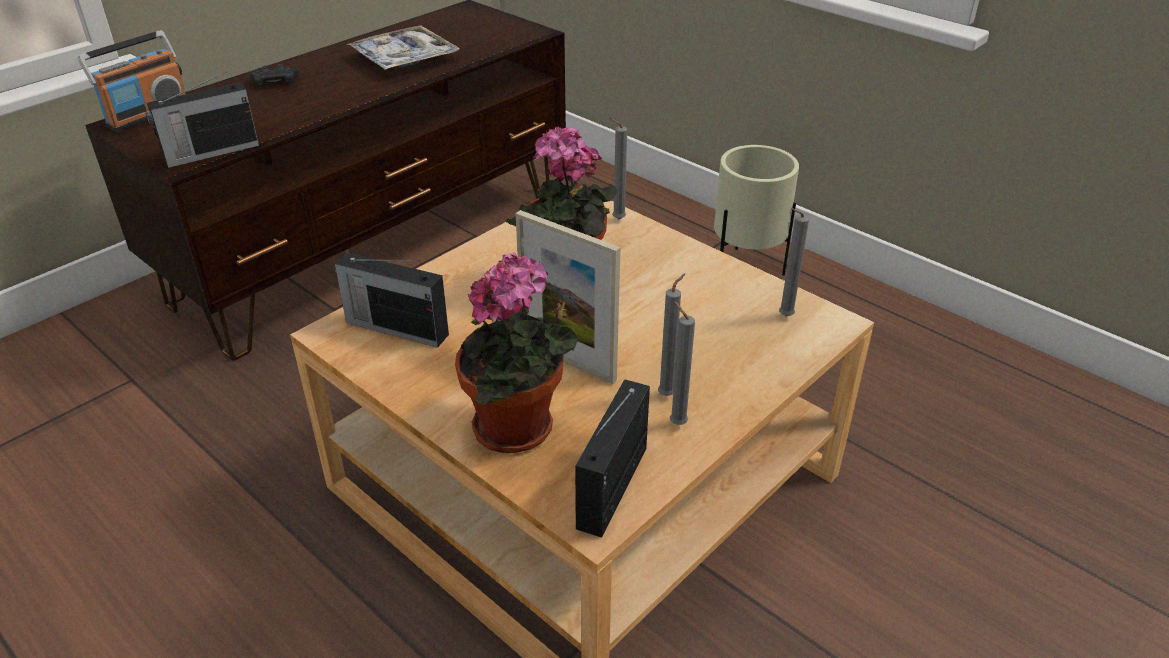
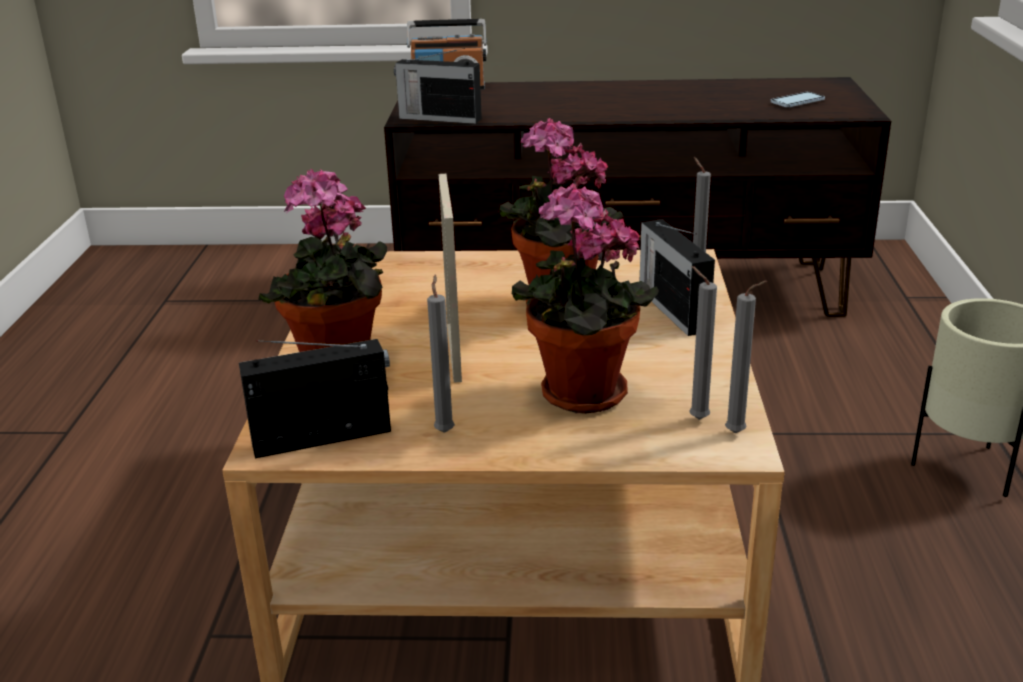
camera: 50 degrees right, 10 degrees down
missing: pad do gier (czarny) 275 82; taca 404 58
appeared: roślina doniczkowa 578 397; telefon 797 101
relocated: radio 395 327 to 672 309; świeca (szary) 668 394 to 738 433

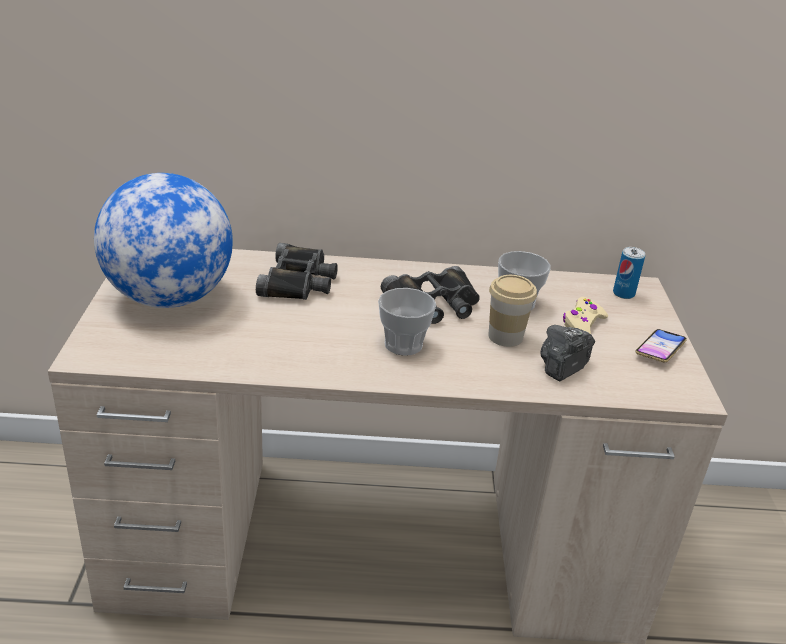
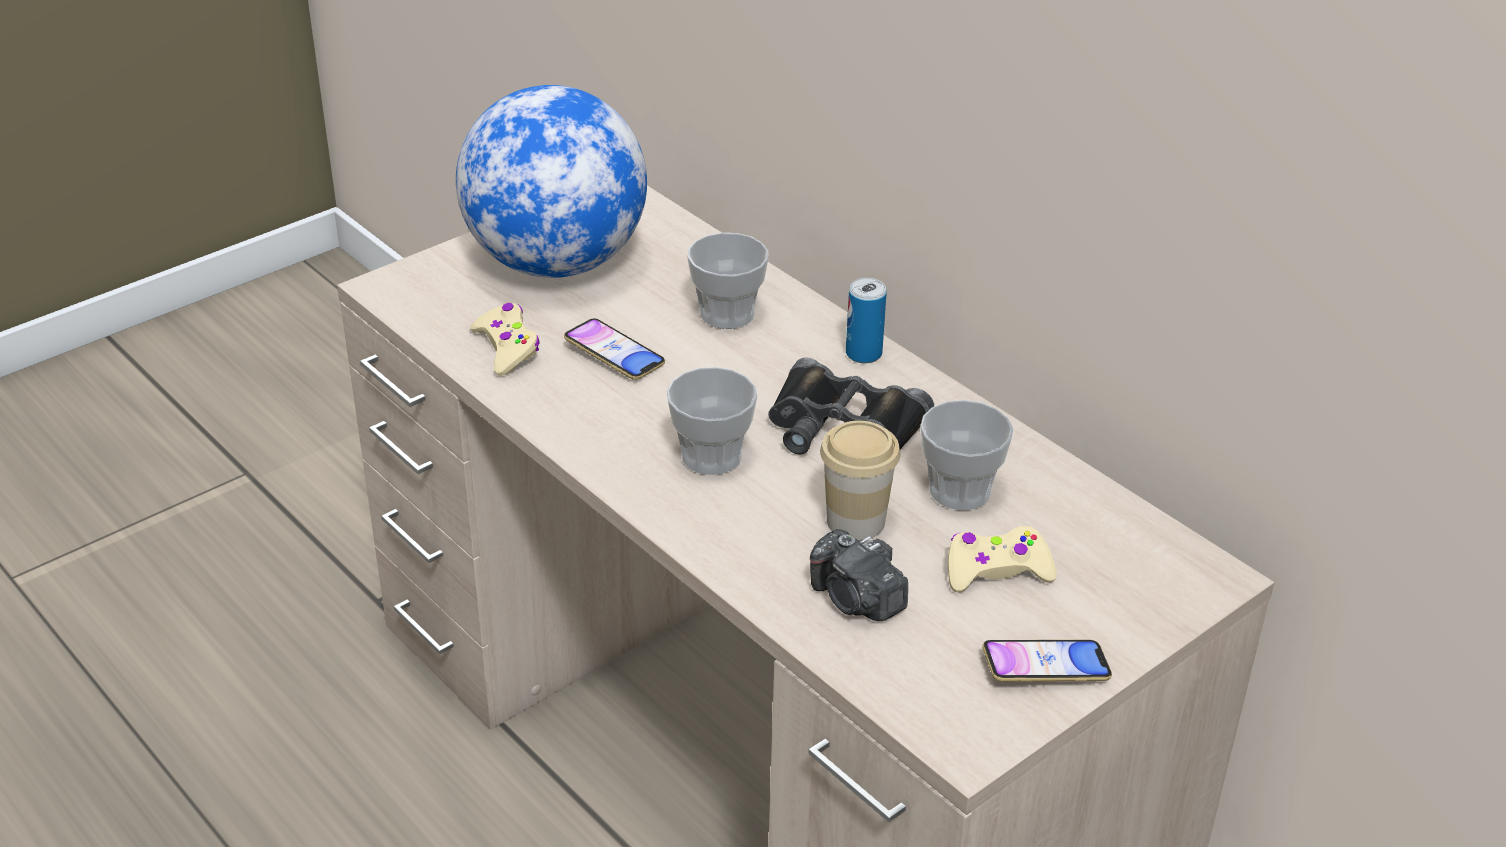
camera: 50 degrees right, 5 degrees up
appeared: pad do gier (beżowy) 507 348; telefon 614 355
relocated: puszka 623 294 to 863 354
exchanged: lornetka (czarny) 299 281 to filiżanka 727 314
spun: aparat fotograficzny 562 367 = 856 600 135 degrees counterclockwise

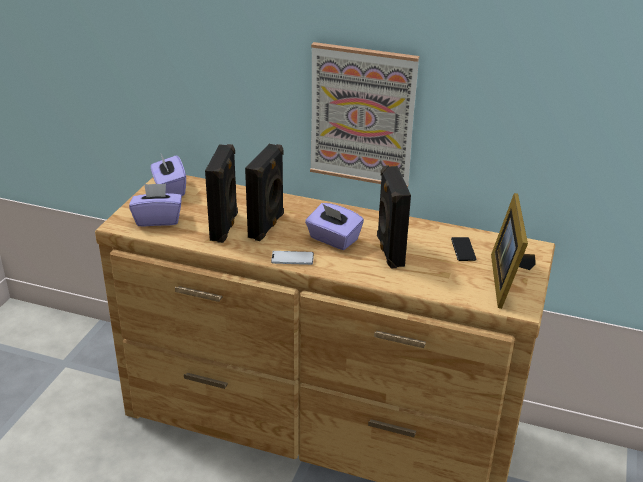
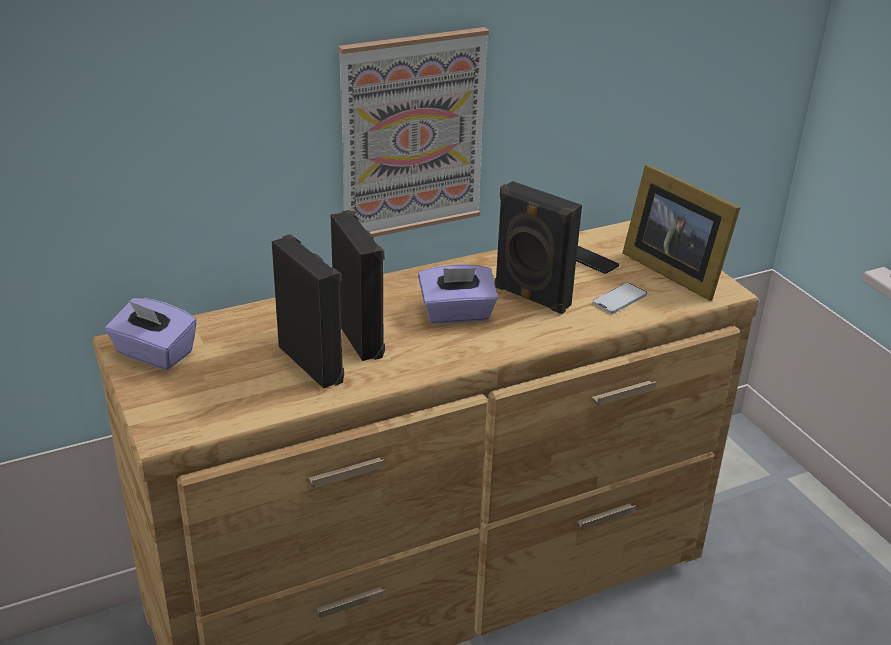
camera: 45 degrees left, 0 degrees up
missing: pudełko chusteczek (fioletowy) 158 219
relocated: telefon 292 258 to 619 299

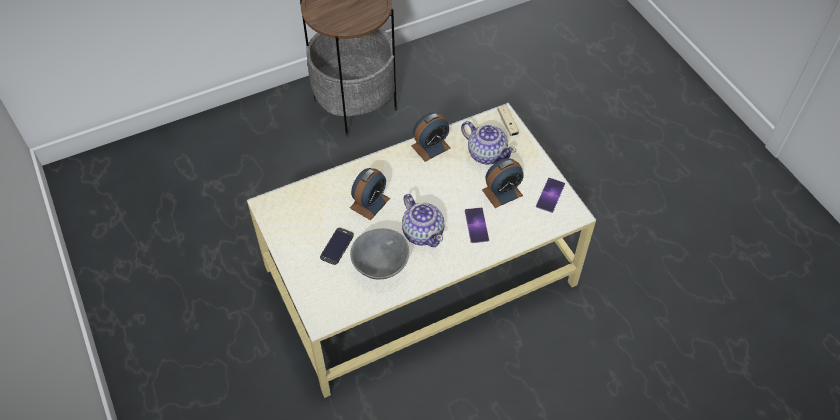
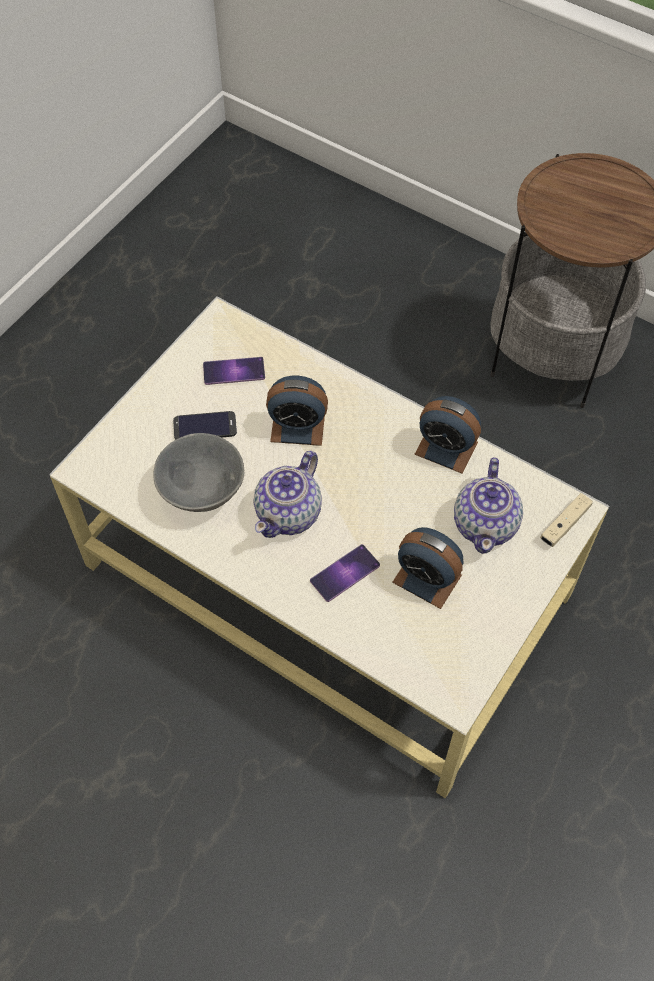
camera: 60 degrees right, 5 degrees up
relocated: telefon 550 195 to 234 371

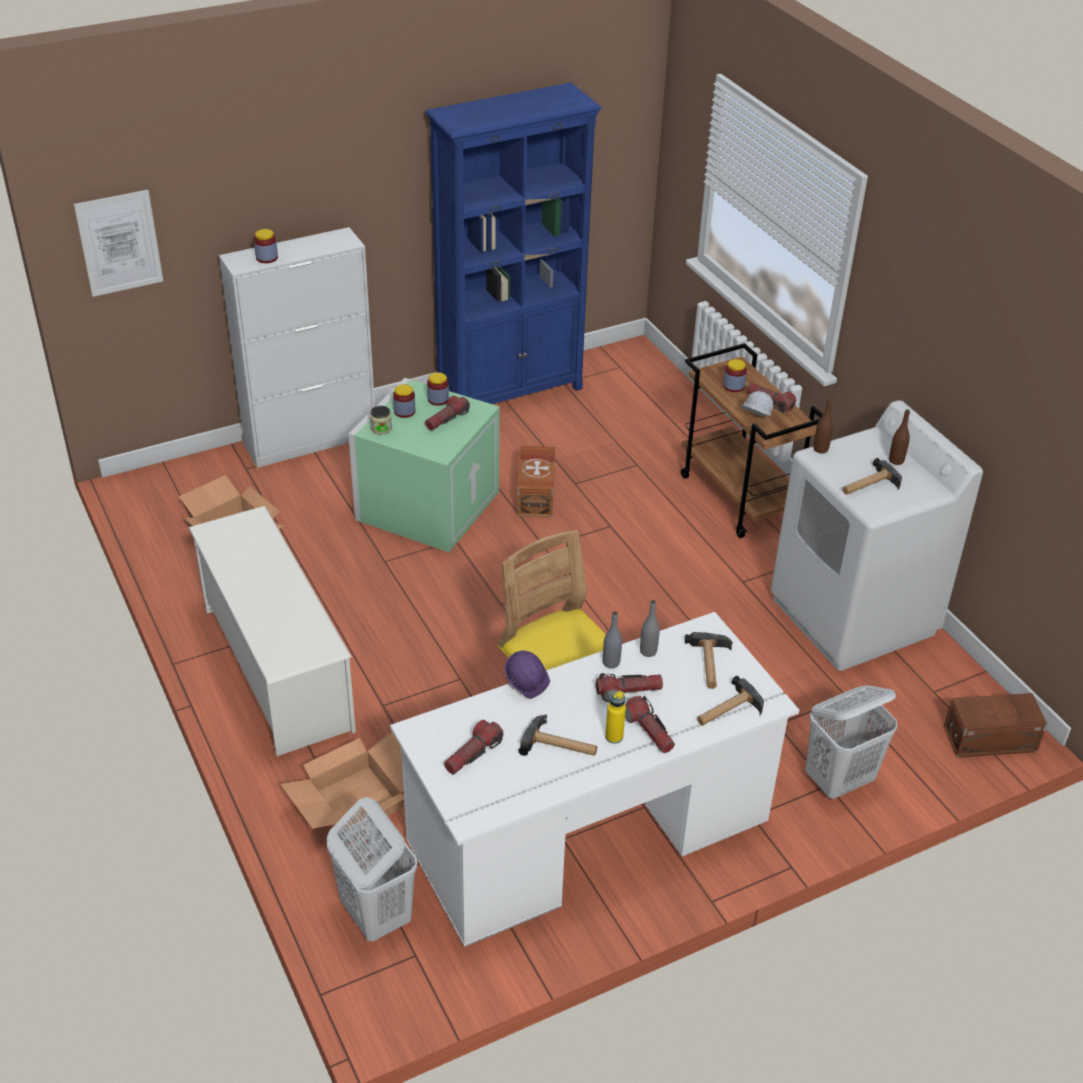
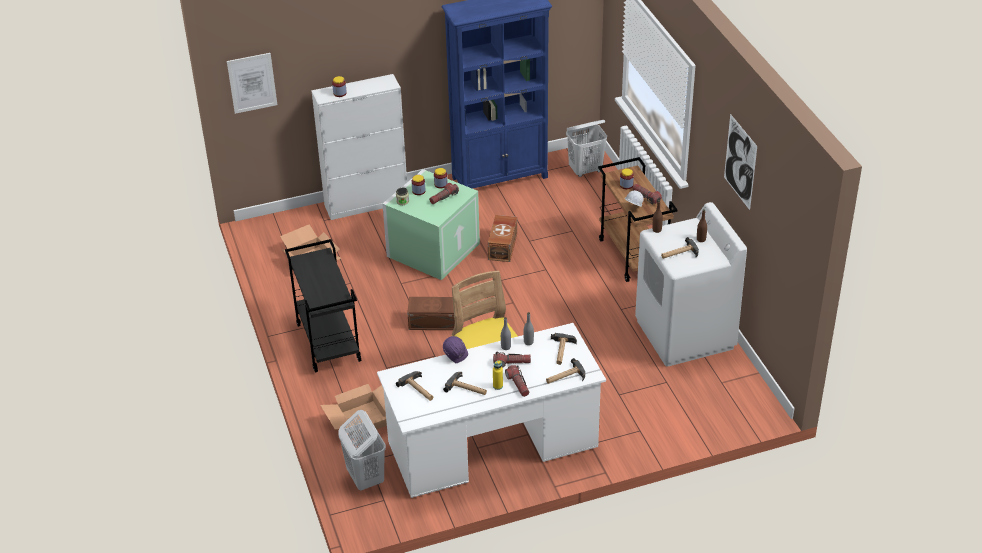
camera: 10 degrees right, 0 degrees up
appeared: obraz 740 162
relocated: pojemnik do przechowywania (brązowy) 991 740 to 433 322; kosz na pranie (biały) 839 780 to 586 170
exchanged: regał na buty (biały) 276 667 to wózek (czarny) 327 342; latarka 473 754 to młotek 419 389

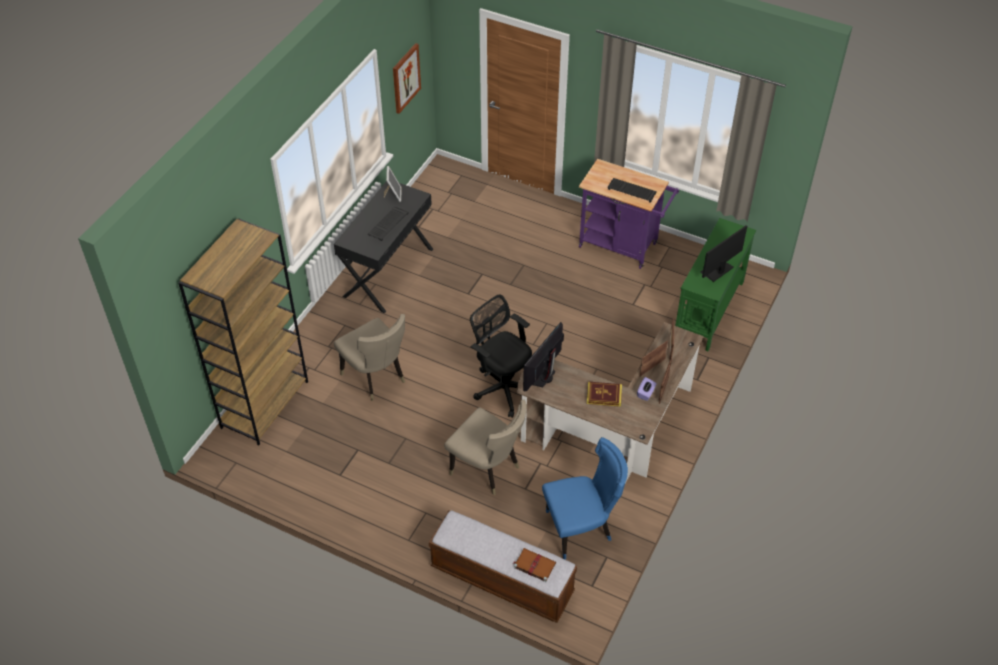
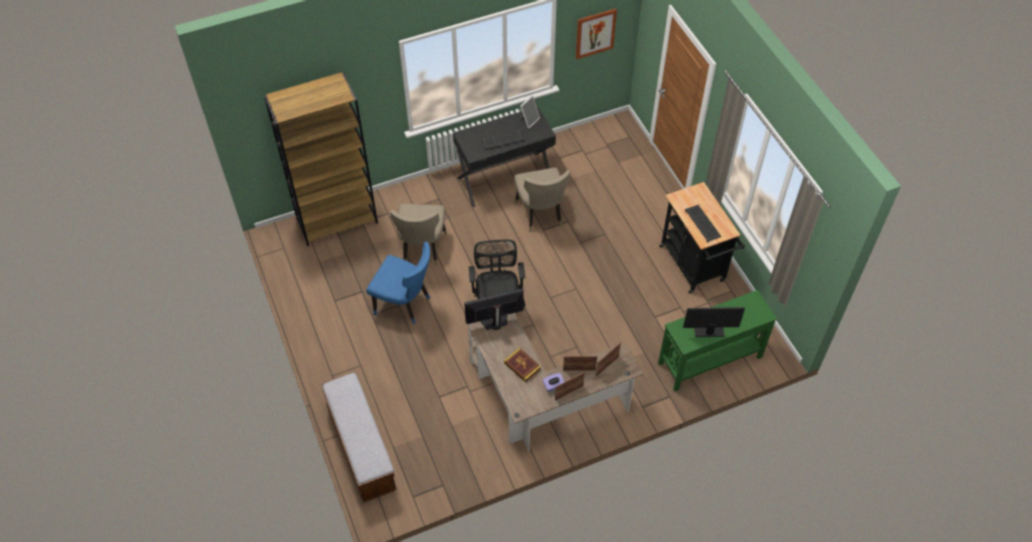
camera: 40 degrees right, 5 degrees up
missing: książka (brązowy) 534 565
relocated: krzesło (niebieski) 581 528 to 405 304; krzesło (beżowy) 488 470 to 541 215
colour: wózek (fioletowy) 622 246 to wózek (czarny) 694 267

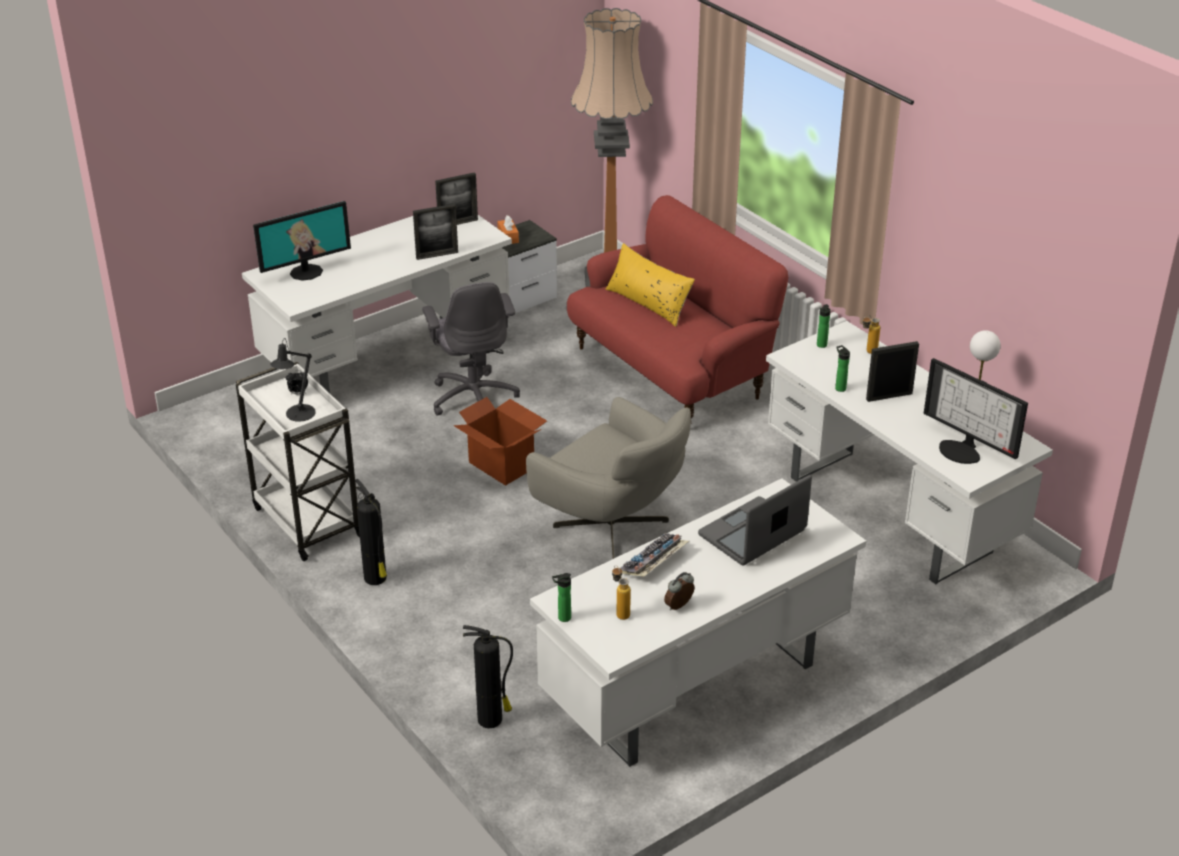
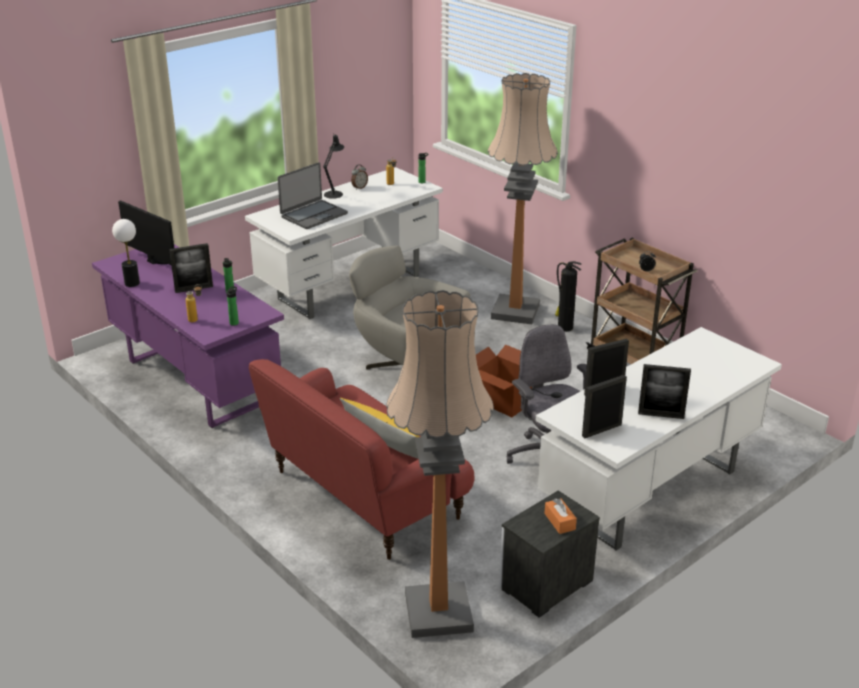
camera: 175 degrees right, 5 degrees down
missing: monitor 306 272; gaśnica 491 720; klawiatura 653 563
appeared: lampa stojąca 515 311; ramka na zdjęcie 661 415
relocated: lampa stołowa (czarny) 298 415 to 334 193
colour: biurko (biały) 890 514 to biurko (fioletowy) 194 382; wózek (biały) 306 520 to wózek (brązowy) 634 358

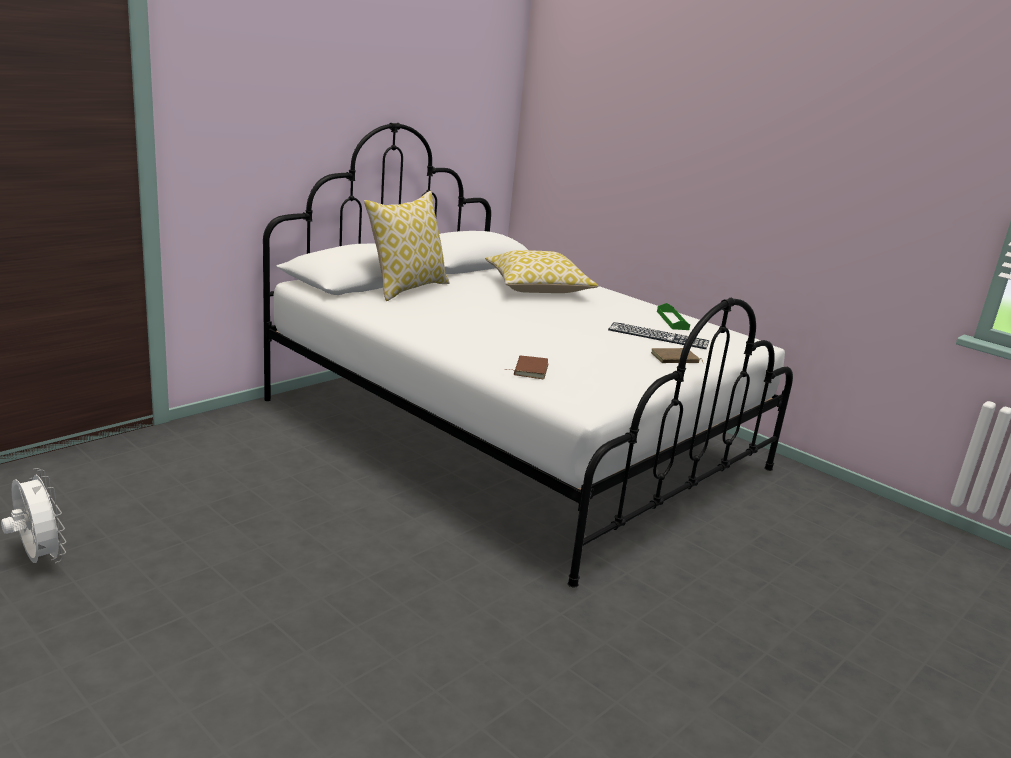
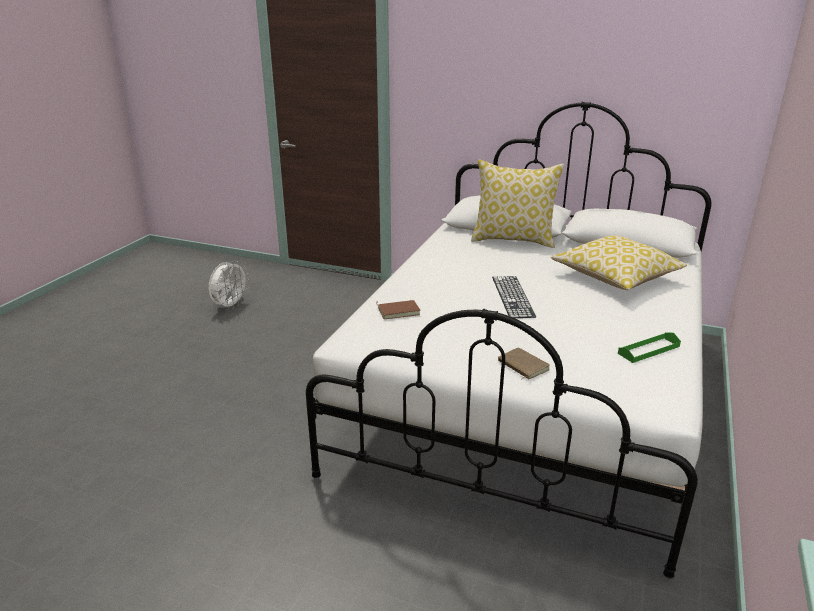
camera: 70 degrees right, 5 degrees up
relocated: klawiatura 658 336 to 513 296

